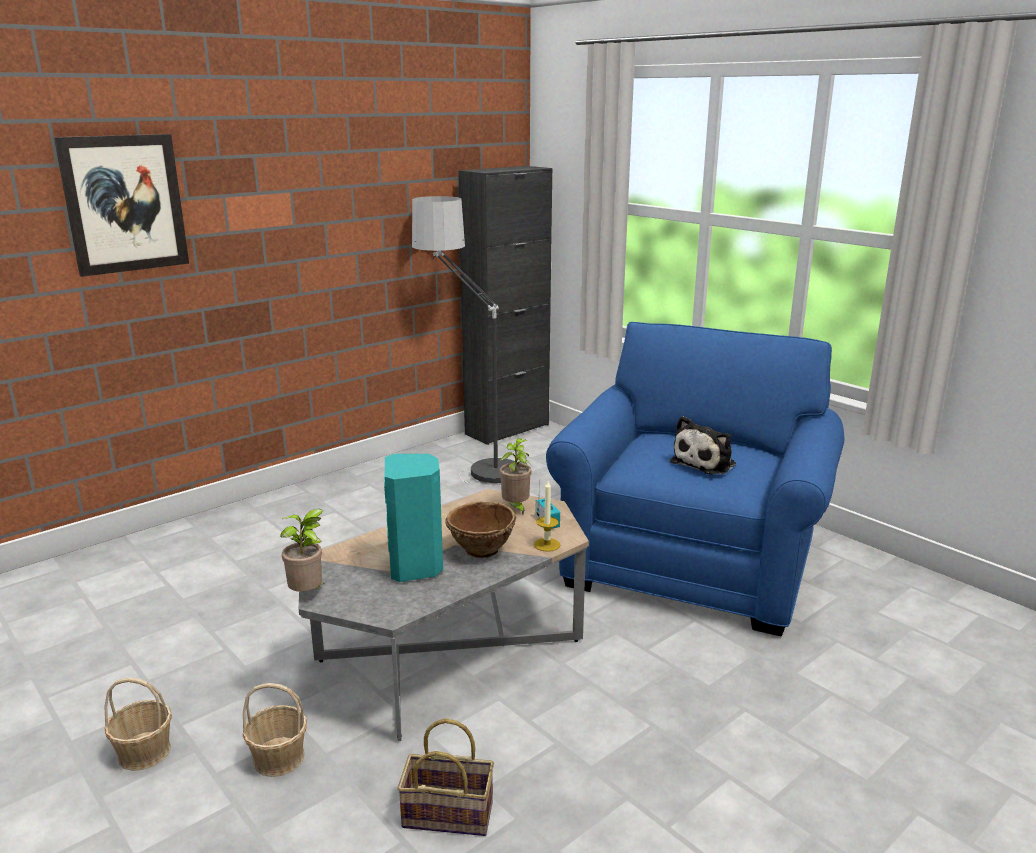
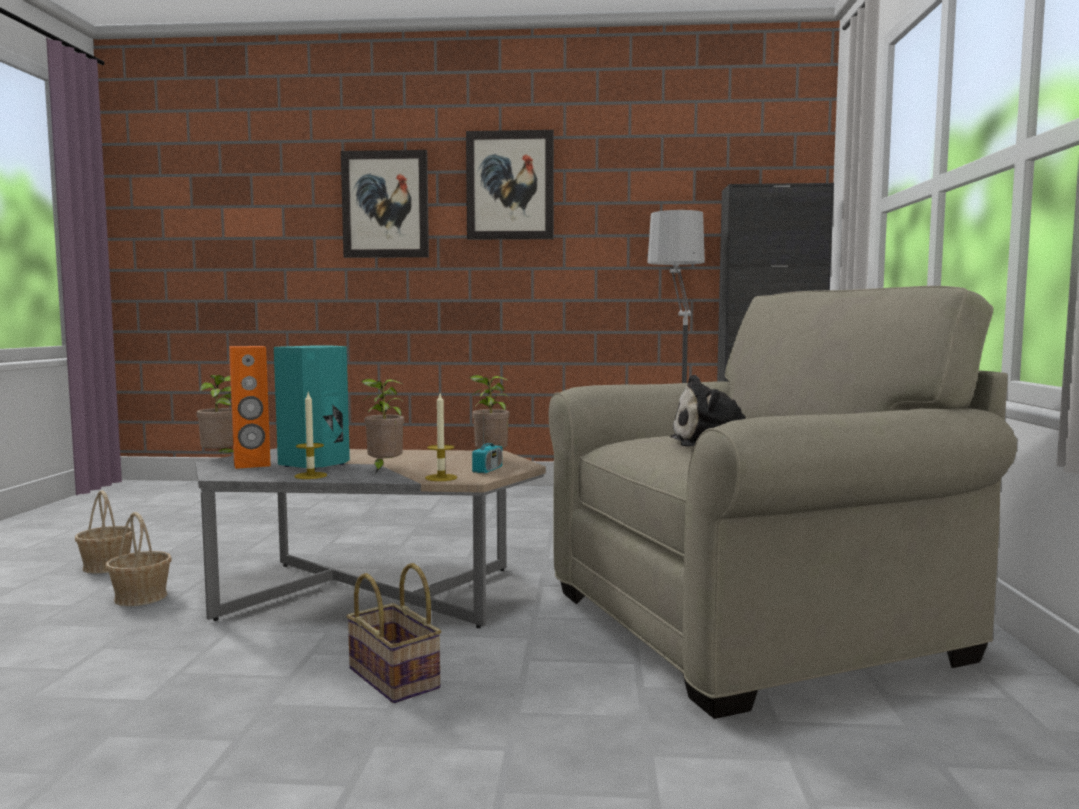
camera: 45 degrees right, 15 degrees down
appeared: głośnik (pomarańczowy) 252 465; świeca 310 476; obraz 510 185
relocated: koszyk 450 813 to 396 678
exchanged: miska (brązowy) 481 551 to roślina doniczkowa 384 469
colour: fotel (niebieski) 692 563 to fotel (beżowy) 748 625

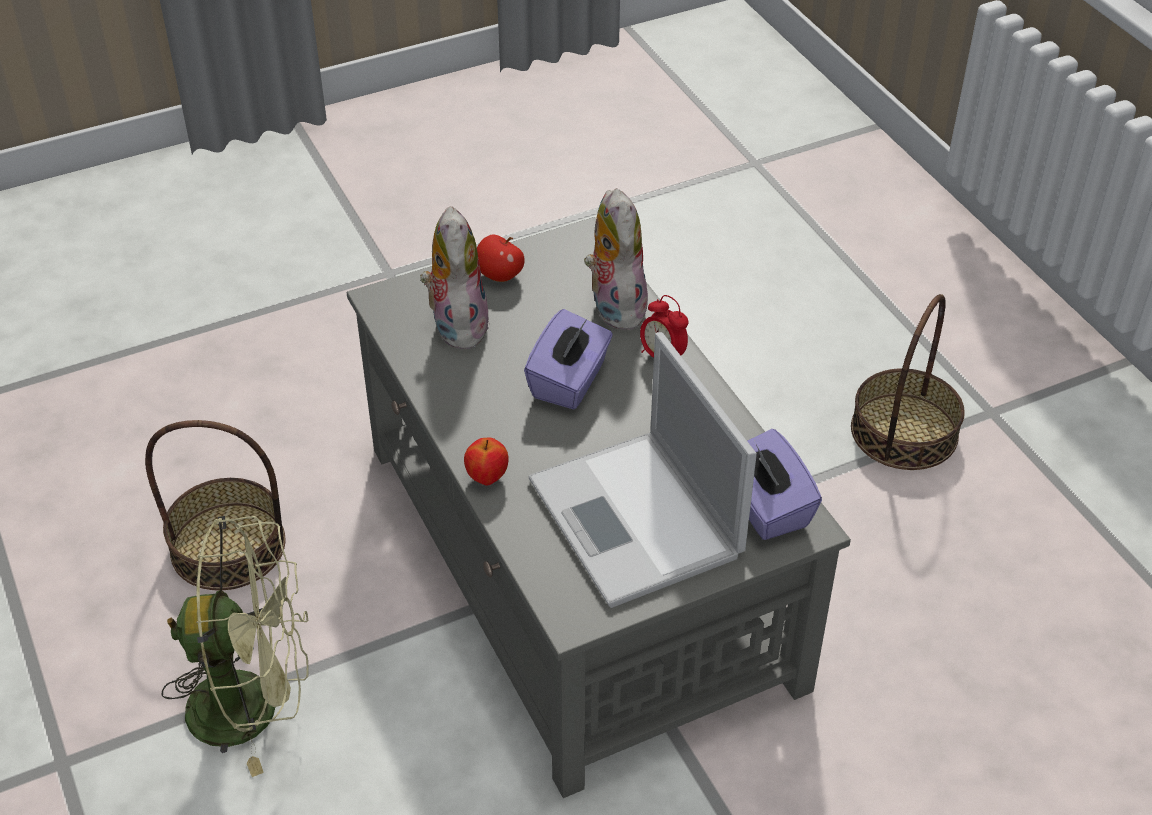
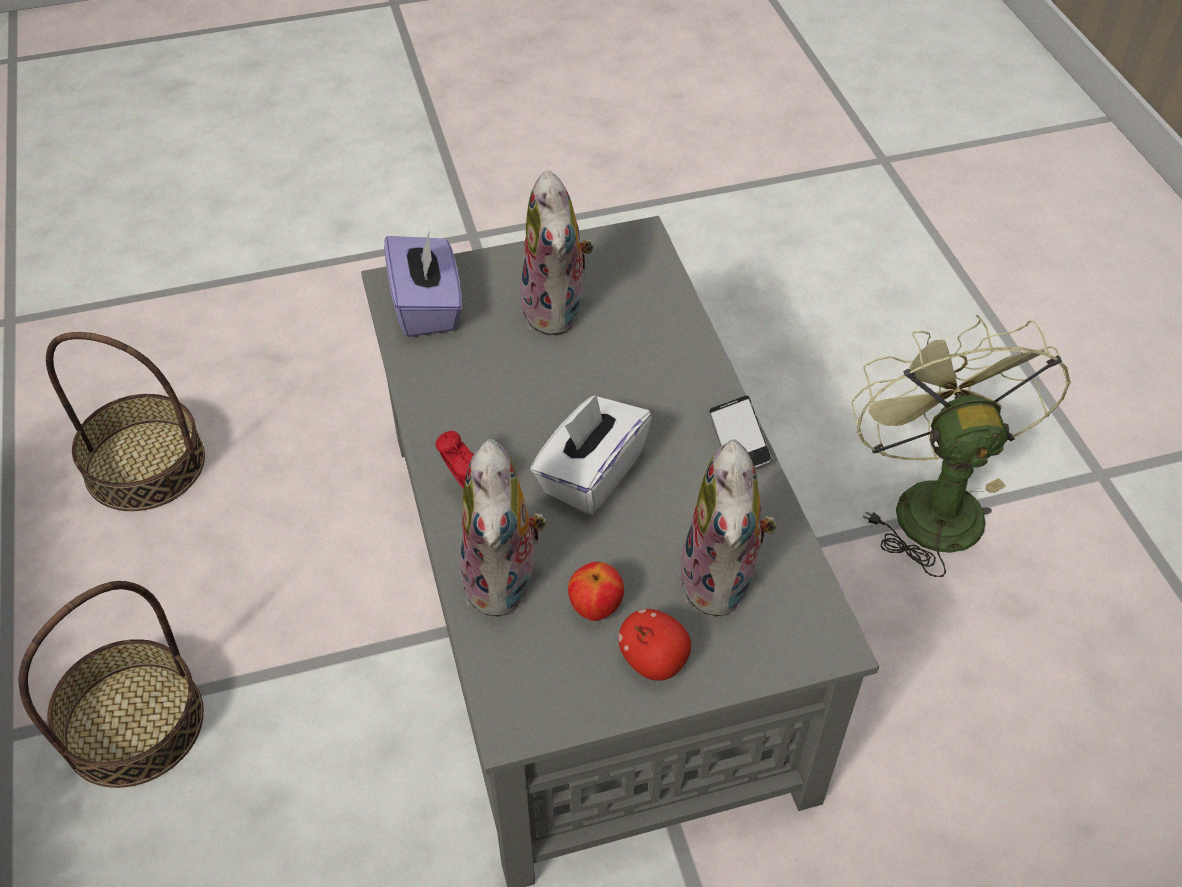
camera: 170 degrees left, 5 degrees up
appeared: telefon 738 440
relocated: koszyk 228 546 to 144 465; jabłko 487 478 to 596 608
exchanged: laptop 637 520 to pluszak 558 310
colour: pudełko chusteczek (fioletowy) 569 381 to pudełko chusteczek (biały) 590 474
spun: wentylator (zielony) 254 705 = 929 501 75 degrees clockwise

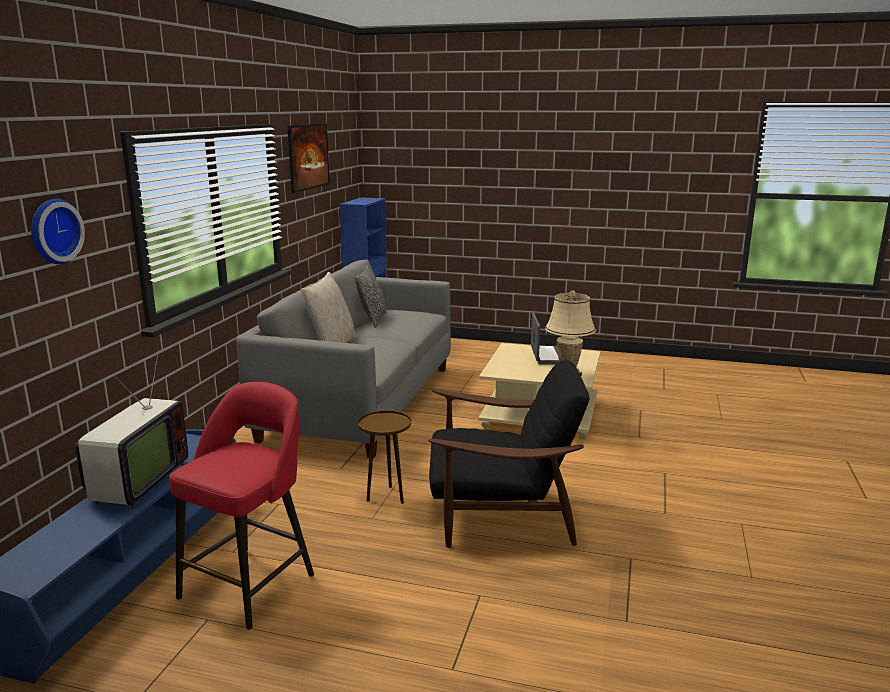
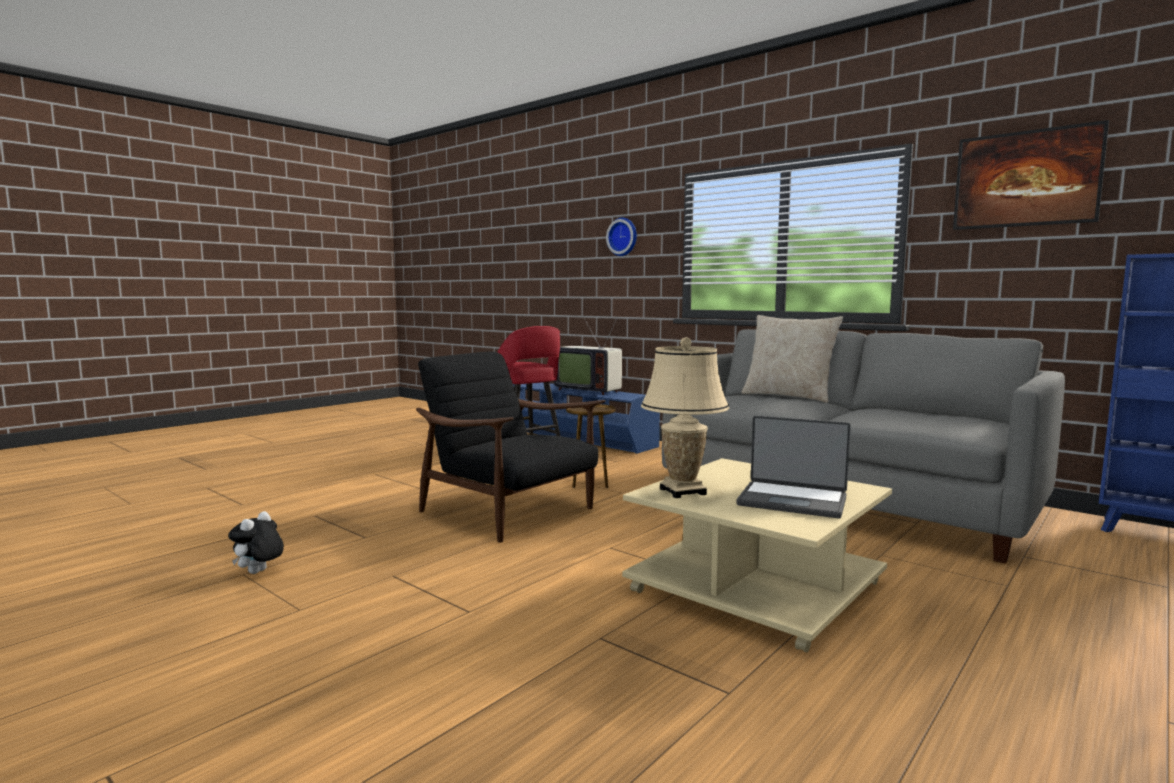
camera: 115 degrees right, 10 degrees down
missing: poduszka 372 319
appeared: pluszak 258 573
spun: fotel (czarny) 500 513 = 509 511 105 degrees clockwise

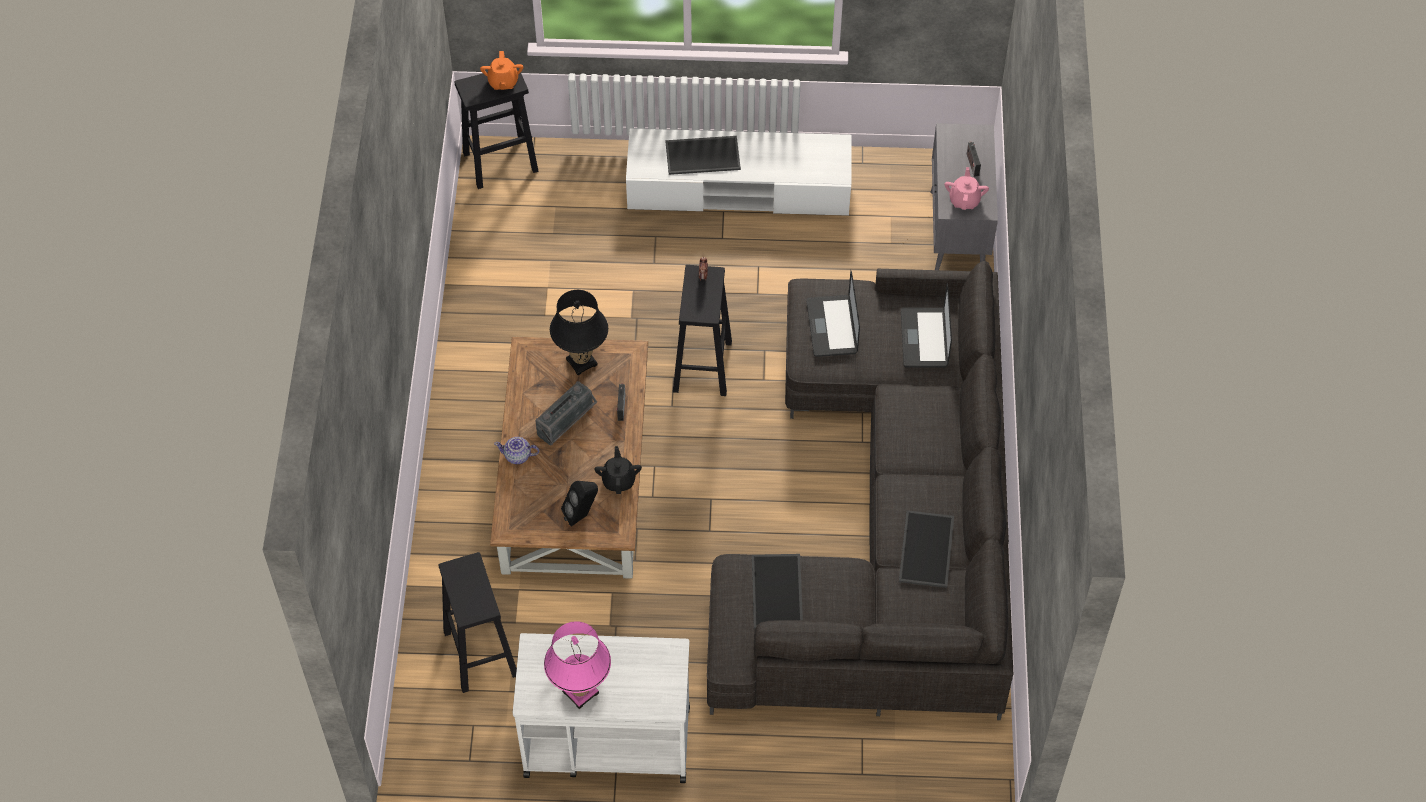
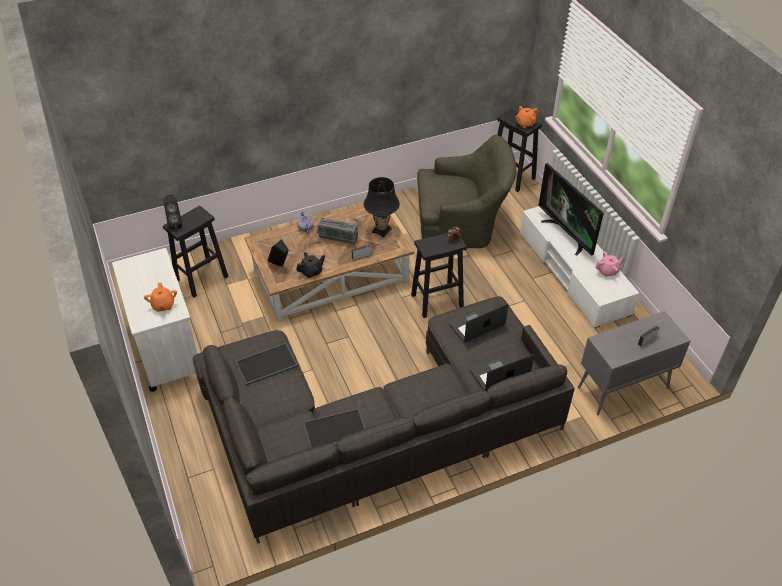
camera: 65 degrees right, 10 degrees down
missing: lampa stołowa (różowy) 580 692
appeared: imbryk (pomarańczowy) 163 305; głośnik (czarny) 175 223; fotel (zielony) 462 224
relocated: imbryk (różowy) 964 200 to 607 271
exchanged: taca 703 154 to telewizor 567 234

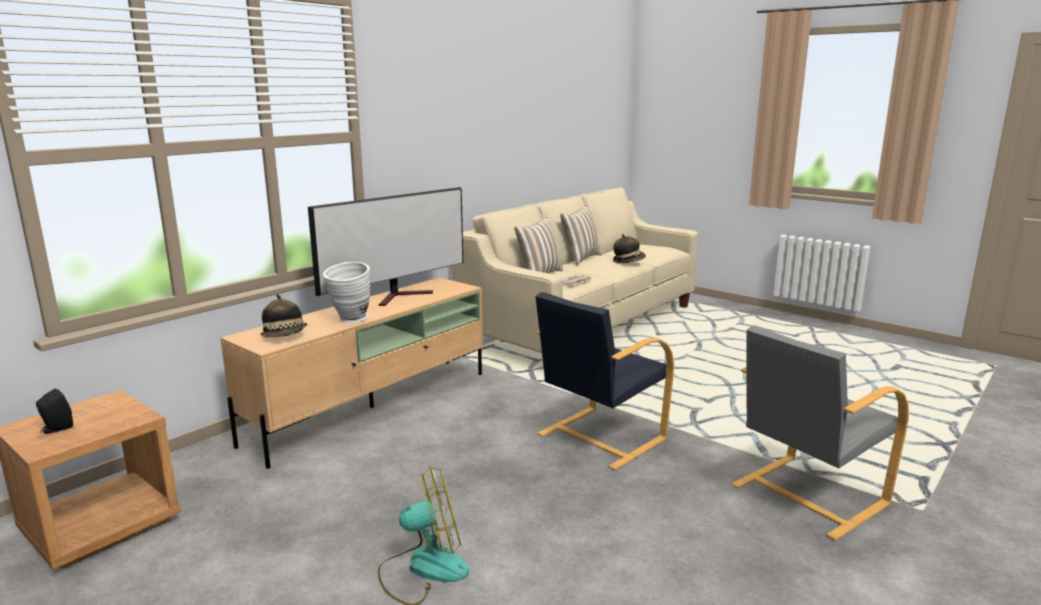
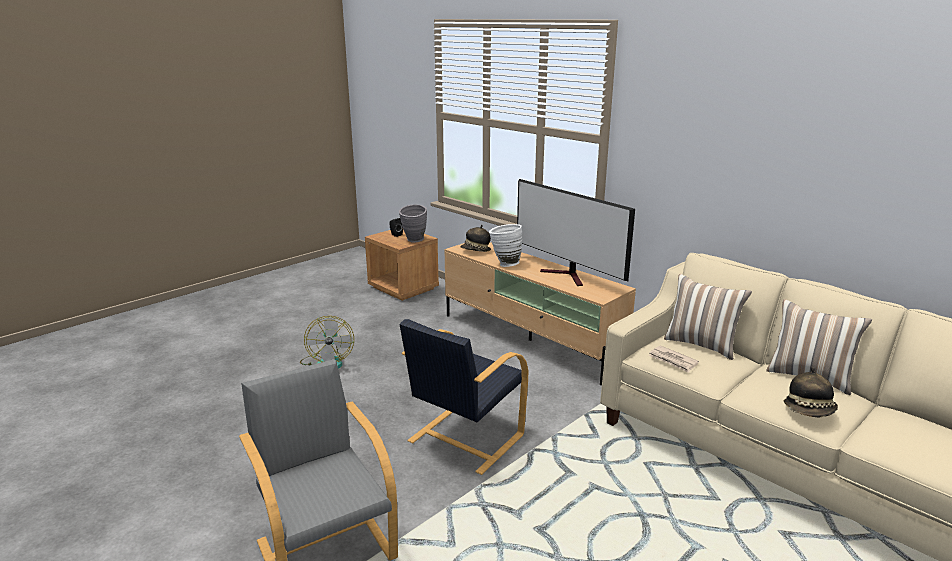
camera: 95 degrees right, 5 degrees up
appeared: wazon (szary) 414 241
spun: fotel (czarny) 599 437 = 464 439 105 degrees counterclockwise

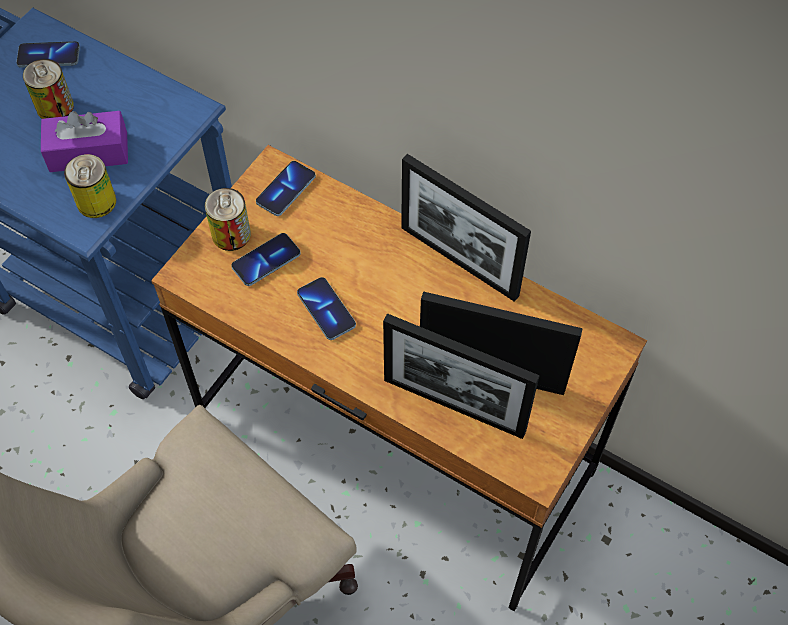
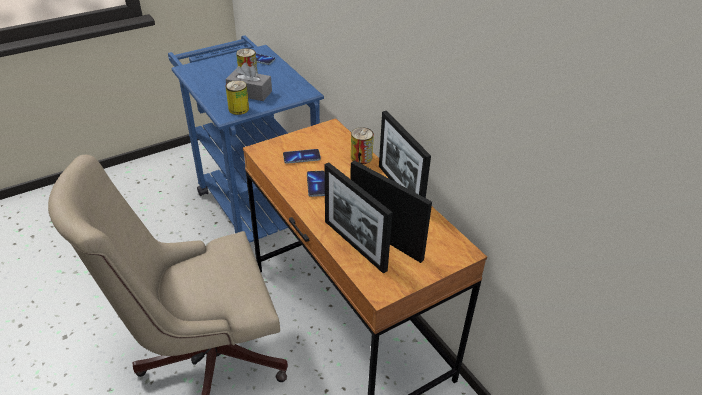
camera: 25 degrees right, 20 degrees down
missing: telefon 286 189
relocated: puszka 231 234 to 361 157
colour: pudełko chusteczek (fioletowy) 88 152 to pudełko chusteczek (szary) 249 92

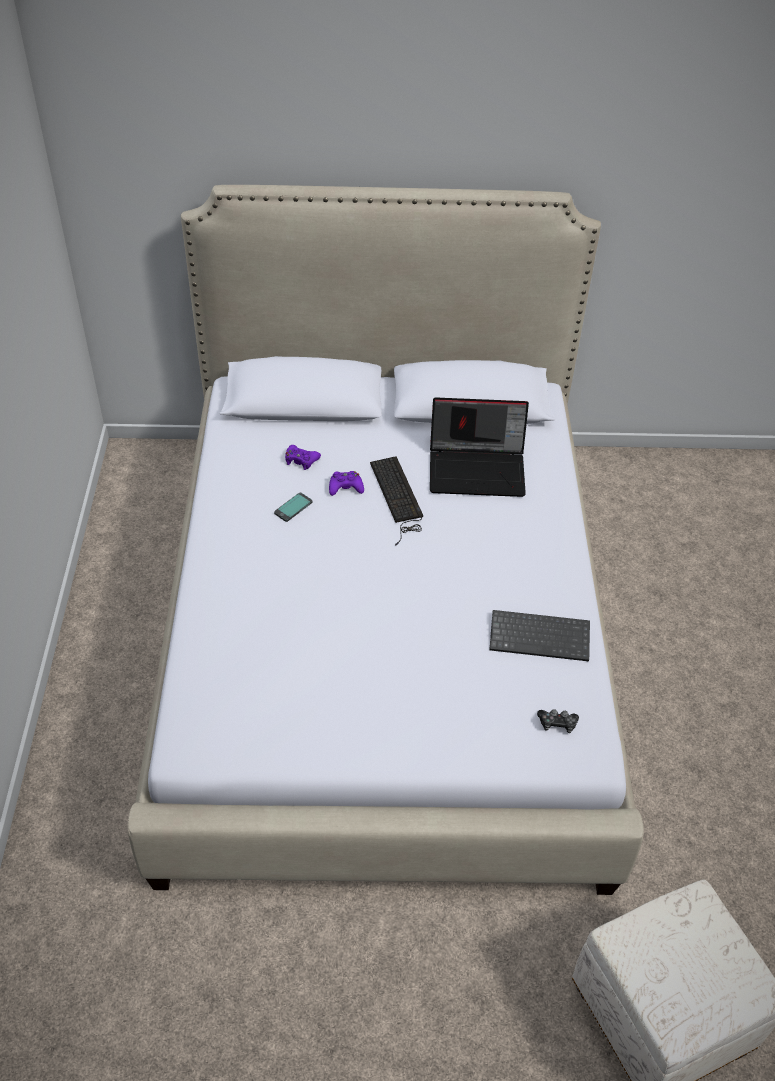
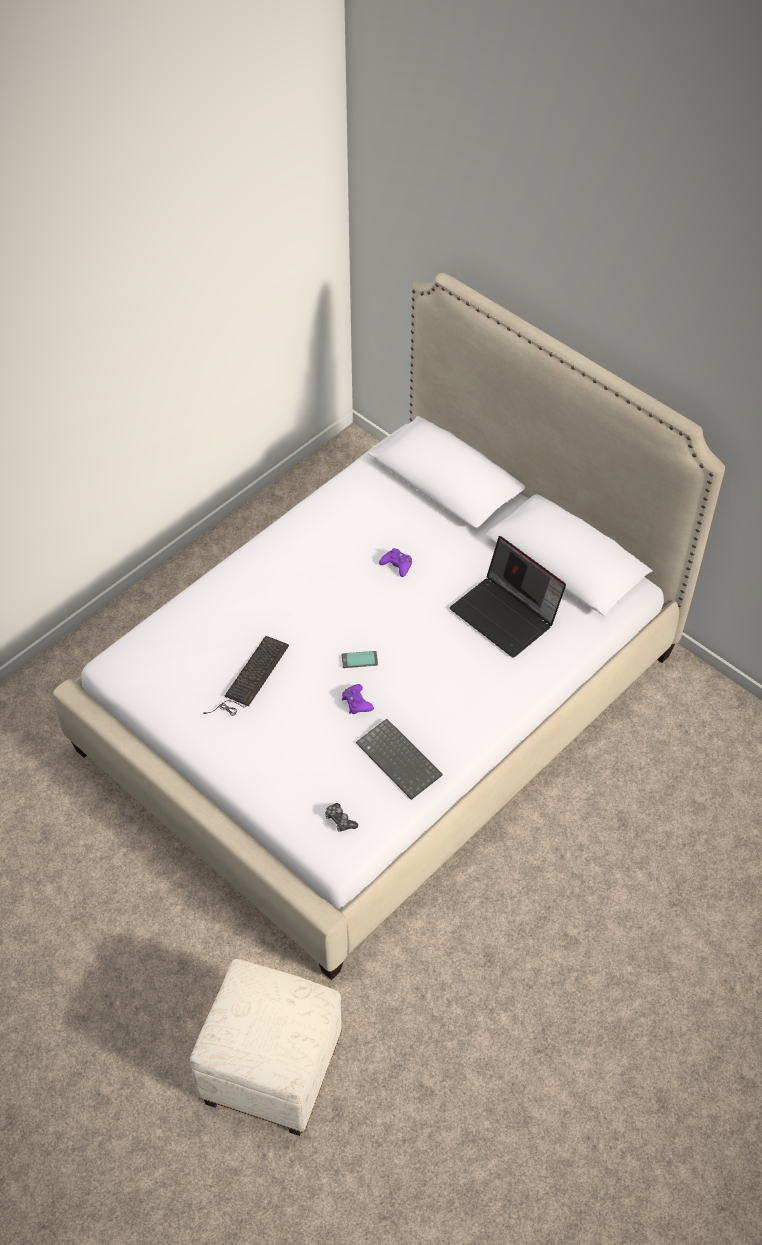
camera: 45 degrees right, 5 degrees up
relocated: klawiatura 397 498 to 250 678; telefon 293 508 to 359 660; pad do gier (fioletowy) 301 460 to 356 703

